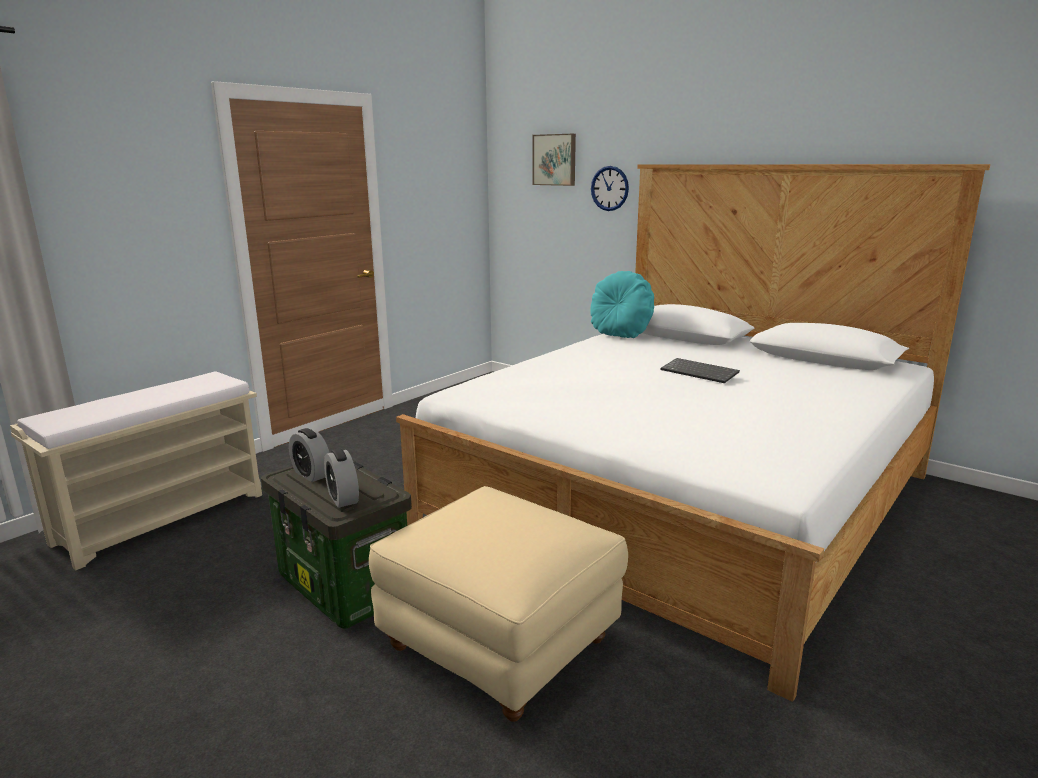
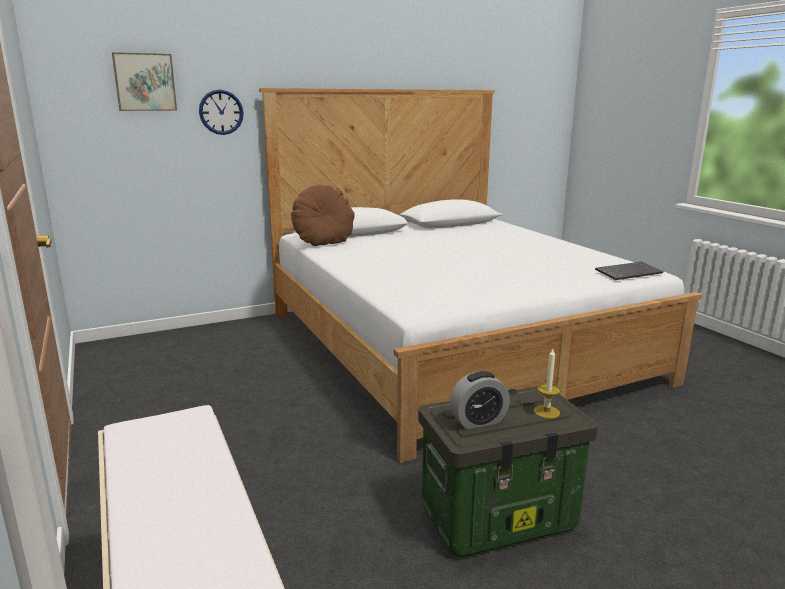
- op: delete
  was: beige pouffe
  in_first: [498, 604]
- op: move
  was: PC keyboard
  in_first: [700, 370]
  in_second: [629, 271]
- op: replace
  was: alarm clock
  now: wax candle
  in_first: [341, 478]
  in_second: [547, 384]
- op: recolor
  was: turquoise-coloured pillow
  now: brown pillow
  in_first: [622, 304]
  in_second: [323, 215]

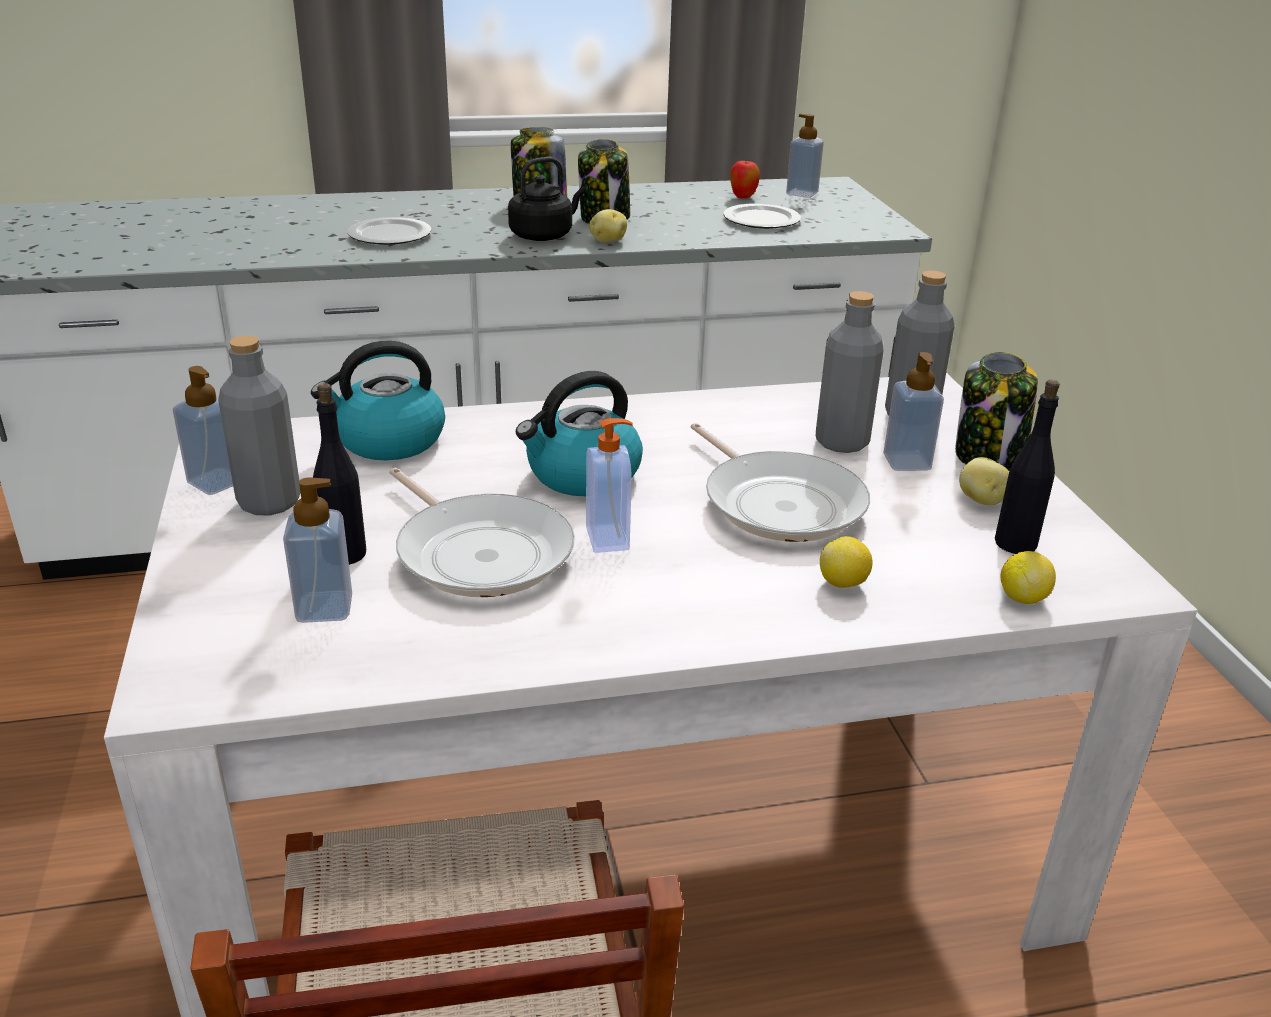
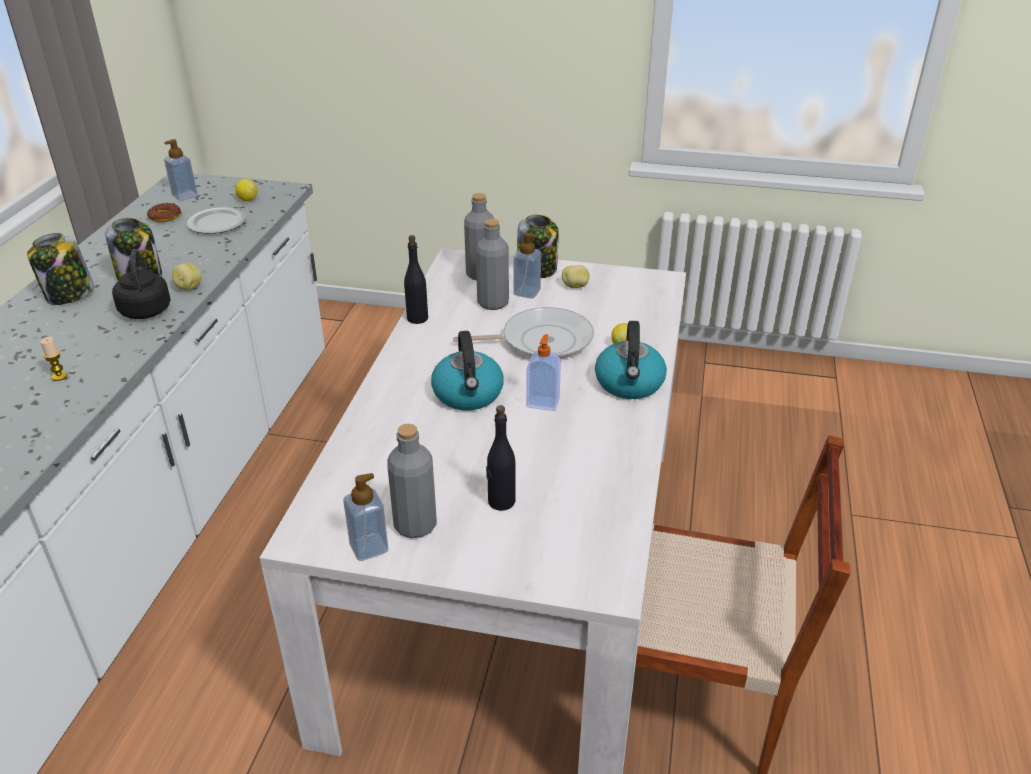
- op: delete
  was: soap dispenser
  in_first: [317, 550]
- op: delete
  was: pan
  in_first: [482, 532]
- op: move
  was: kettle
  in_first: [378, 400]
  in_second: [631, 360]
- op: move
  was: blackish drink bottle
  in_first: [1027, 467]
  in_second: [416, 279]
- op: move
  was: whole lemon
  in_first: [1028, 577]
  in_second: [246, 190]
- op: replace
  was: flat dish
  now: wax candle
  in_first: [389, 231]
  in_second: [54, 359]
- op: replace
  was: apple fruit
  now: ring doughnut
  in_first: [745, 178]
  in_second: [164, 212]

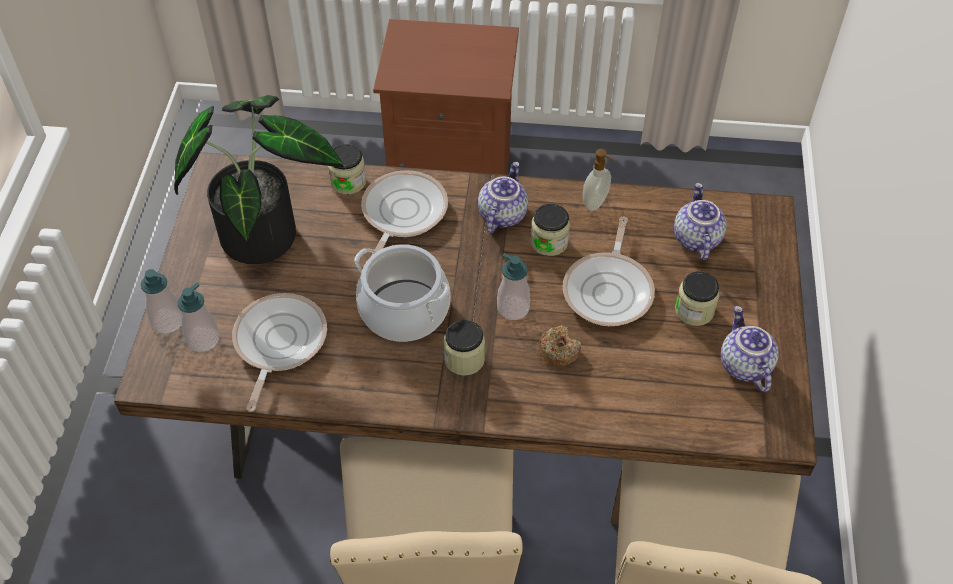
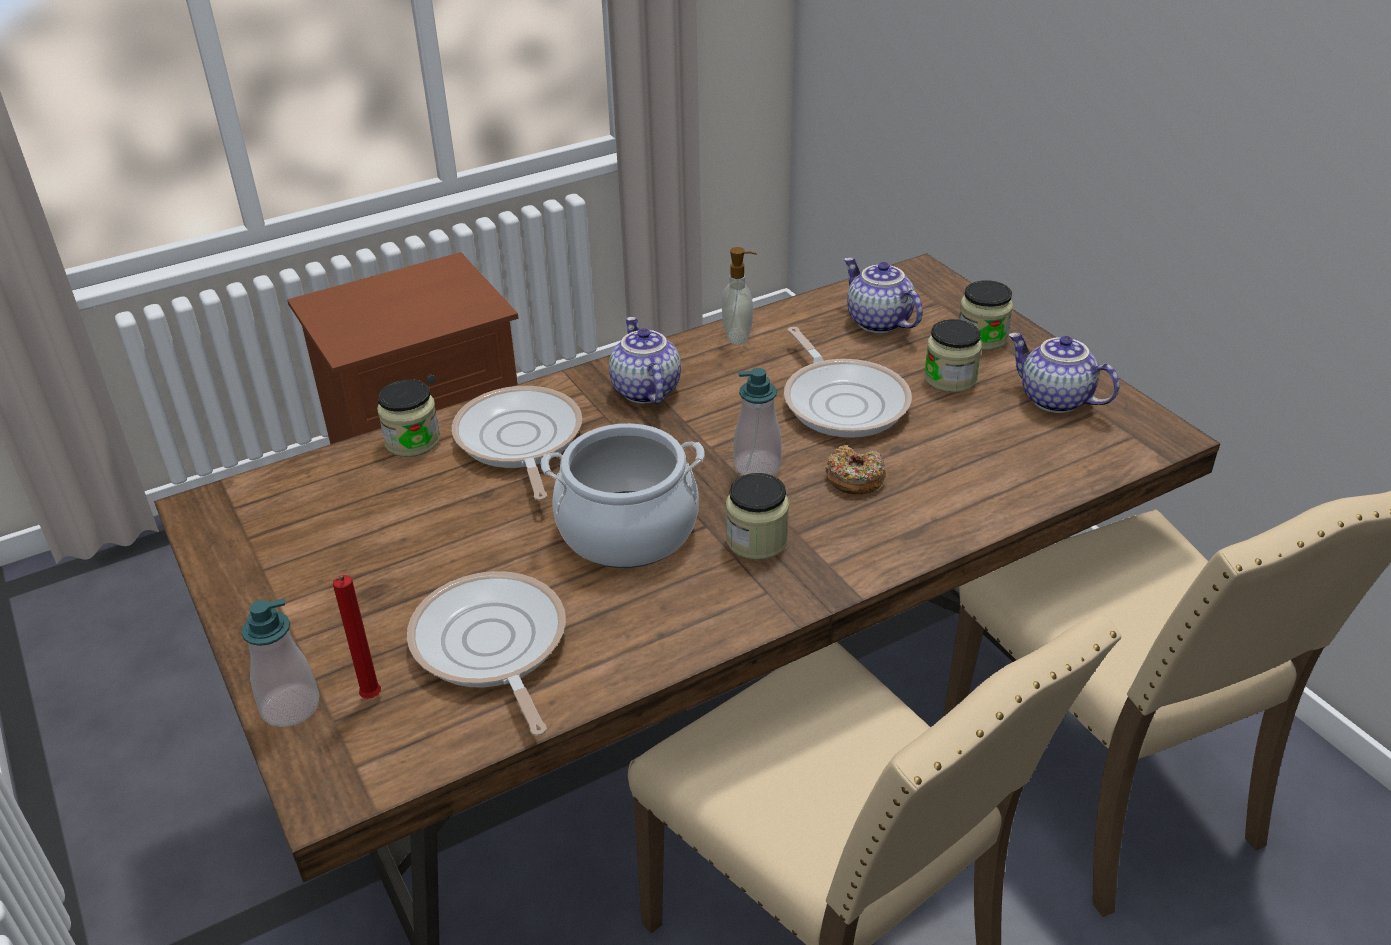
- op: delete
  was: plant in a pot
  in_first: [259, 179]
- op: move
  was: jar
  in_first: [550, 230]
  in_second: [986, 315]
- op: replace
  was: soap dispenser
  now: reddish wax candle
  in_first: [198, 317]
  in_second: [357, 637]

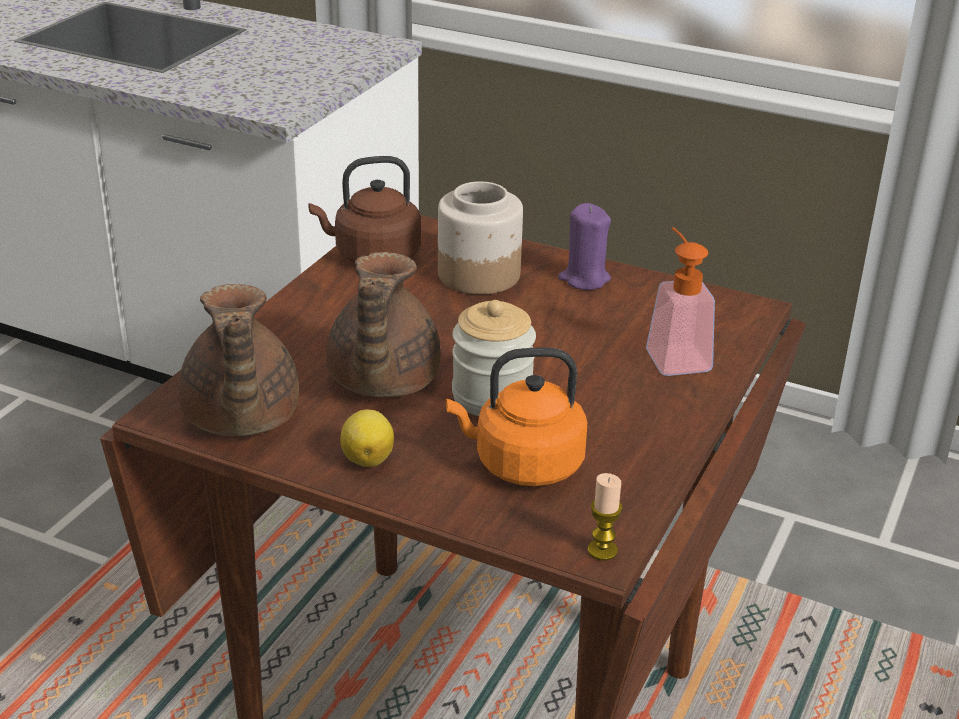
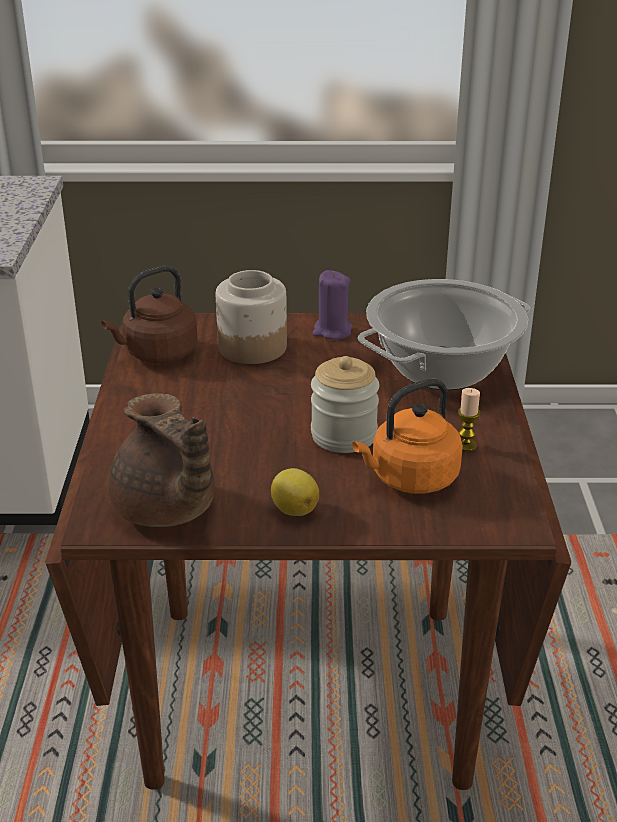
- op: delete
  was: brown pot for tea
  in_first: [383, 324]
- op: move
  was: wax candle
  in_first: [605, 517]
  in_second: [469, 420]
- op: replace
  was: soap dispenser
  now: cooking pot
  in_first: [680, 301]
  in_second: [444, 334]

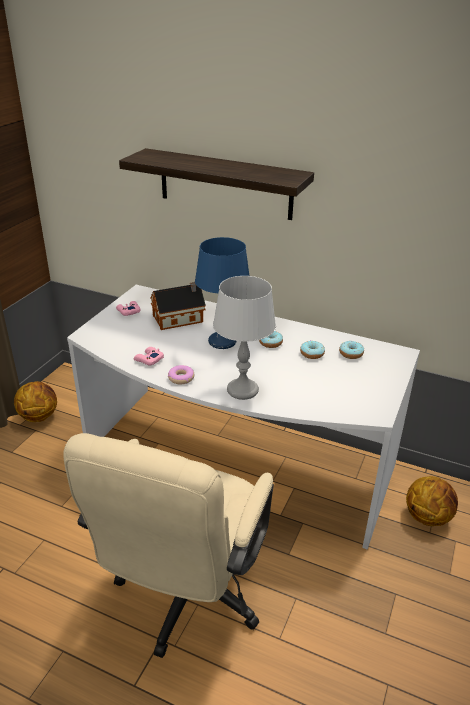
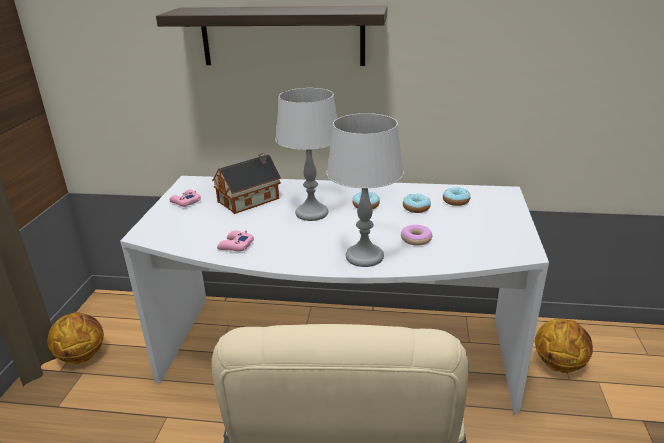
- op: move
  was: ring doughnut
  in_first: [181, 374]
  in_second: [416, 235]
- op: recolor
  was: blue tabletop lamp
  now: greyish tabletop lamp
  in_first: [222, 293]
  in_second: [306, 154]

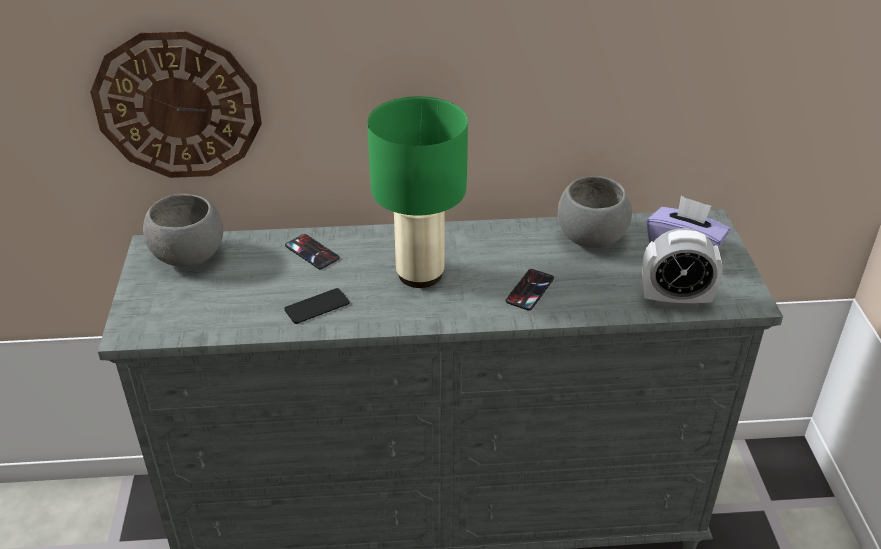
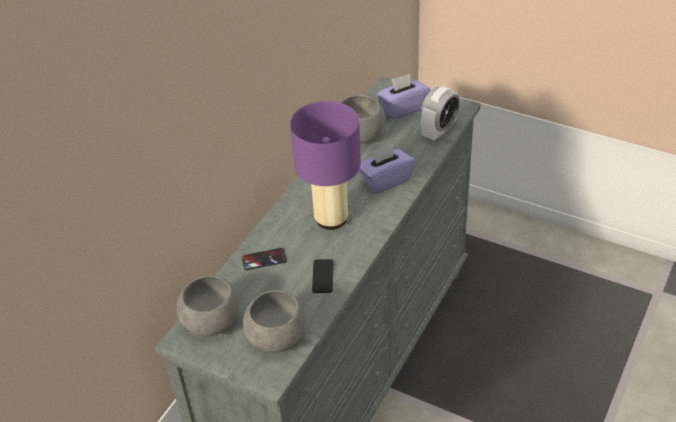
- op: delete
  was: wall clock
  in_first: [176, 104]
- op: insert
  now: greyish deep dish
  in_second: [274, 321]
- op: replace
  was: telephone
  now: purplish tissue holder
  in_first: [530, 290]
  in_second: [386, 169]
- op: recolor
  was: green-coloured tabletop lamp
  now: purplish tabletop lamp
  in_first: [418, 192]
  in_second: [325, 165]

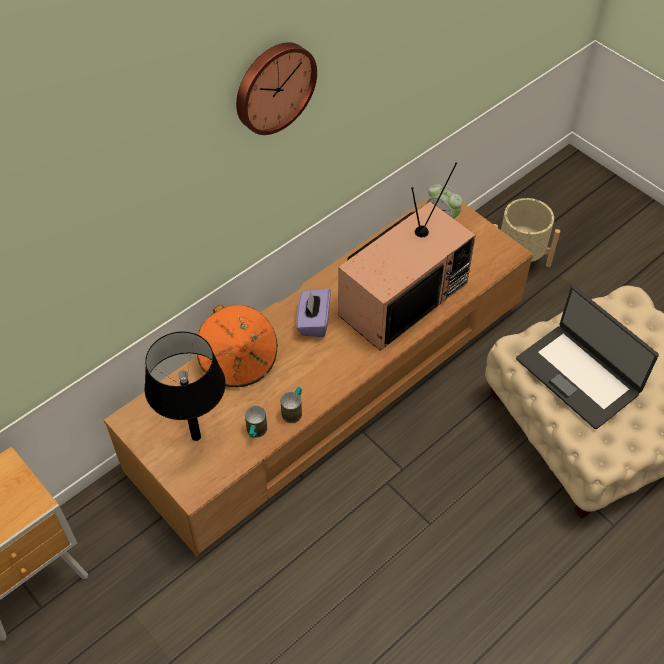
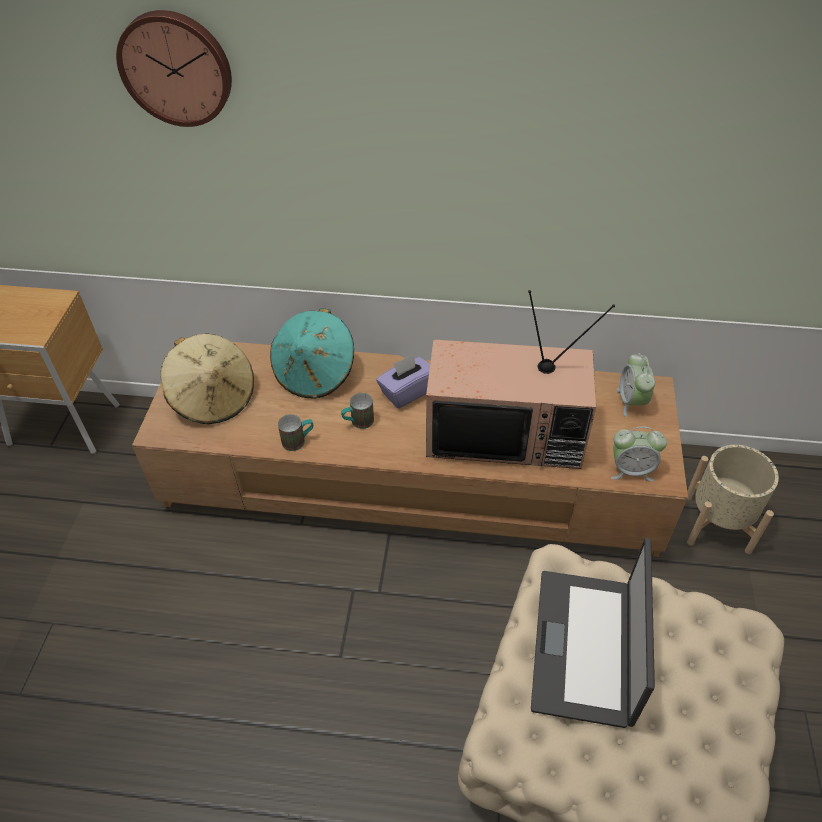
- op: insert
  now: alarm clock
  in_second: [639, 453]
- op: move
  was: wall clock
  in_first: [276, 88]
  in_second: [174, 68]
- op: move
  was: mug
  in_first: [256, 422]
  in_second: [357, 411]
- op: replace
  was: blackish tabletop lamp
  now: beige hat
  in_first: [185, 386]
  in_second: [207, 379]
- op: recolor
  was: orangey hat
  now: turquoise-coloured hat
  in_first: [237, 346]
  in_second: [312, 353]

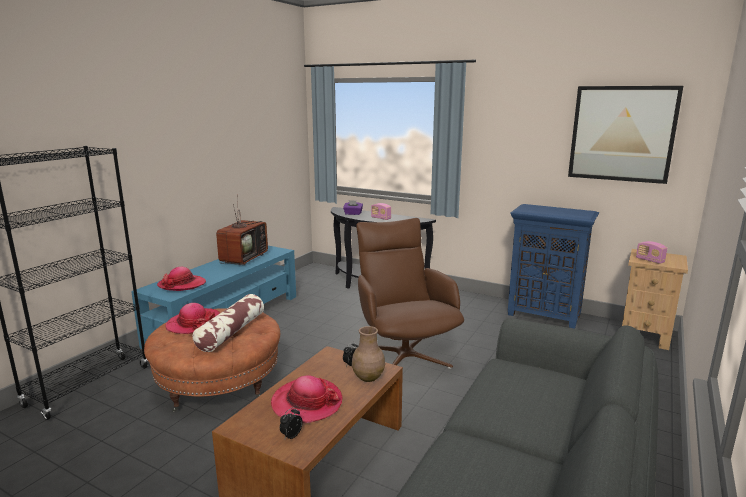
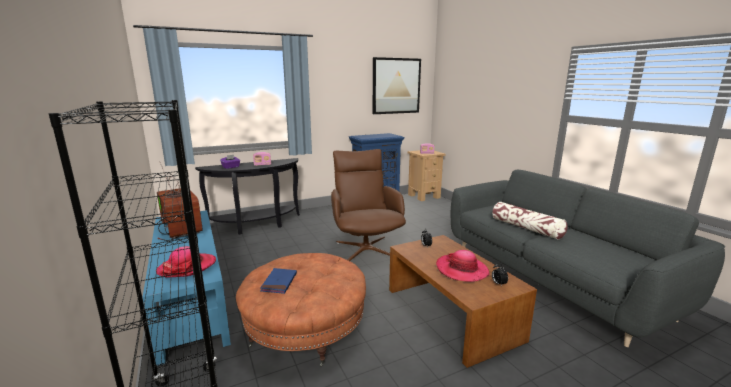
- op: delete
  was: brown vase
  in_first: [368, 354]
- op: move
  was: pillow
  in_first: [228, 323]
  in_second: [530, 221]
- op: replace
  was: hat
  now: blue volume
  in_first: [192, 318]
  in_second: [278, 281]
- op: rotate
  was: brown armchair
  in_first: [410, 293]
  in_second: [368, 205]
  clockwise: 60

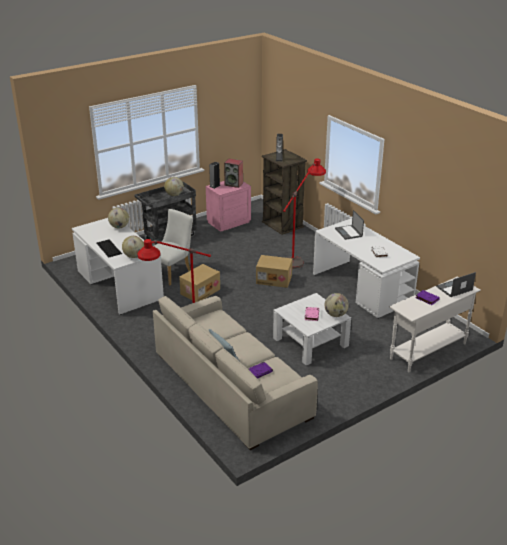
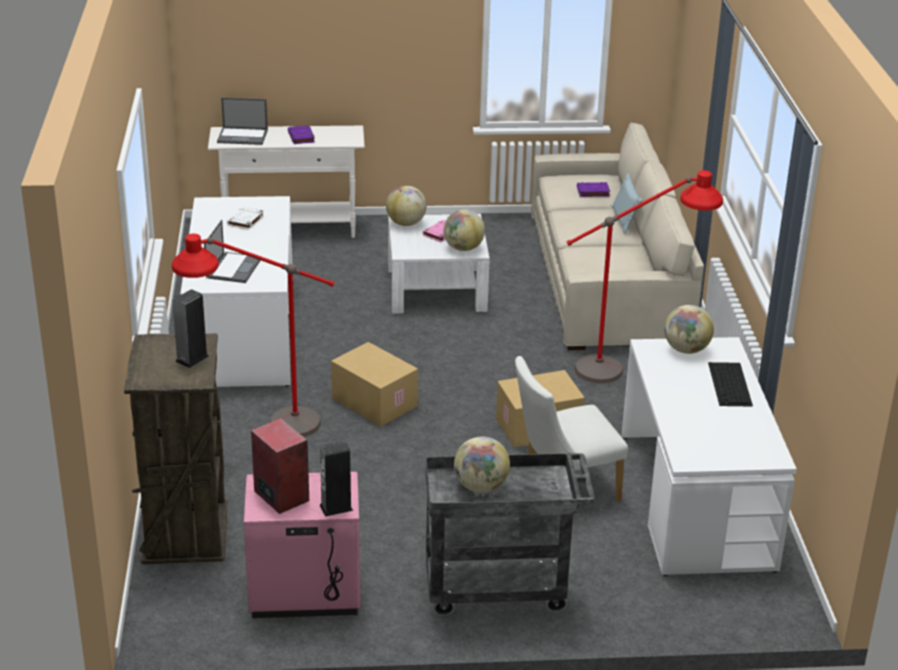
- op: move
  was: desk globe
  in_first: [118, 218]
  in_second: [464, 230]

